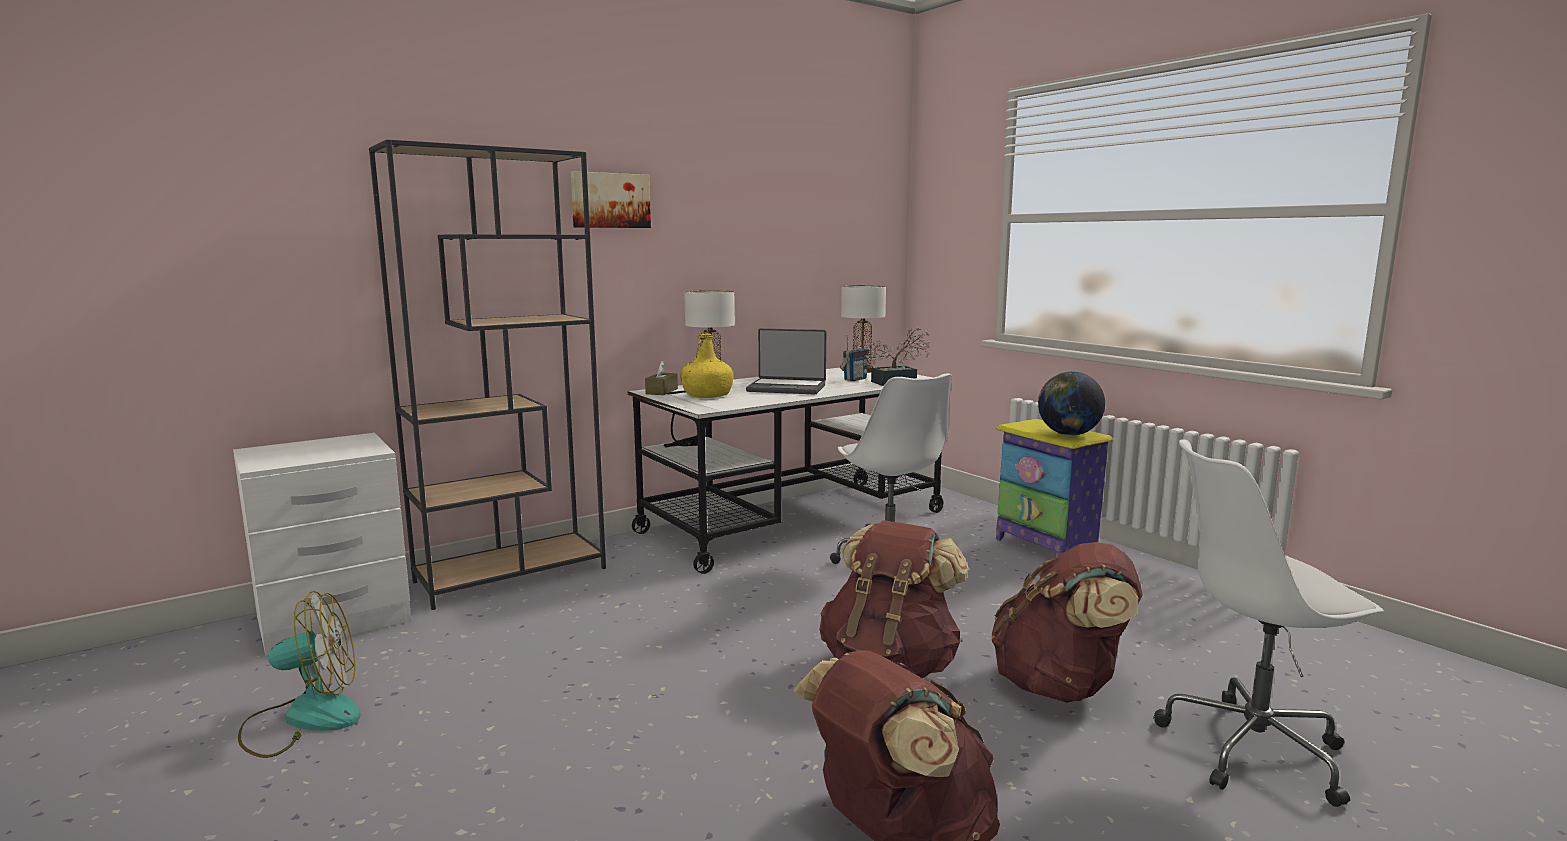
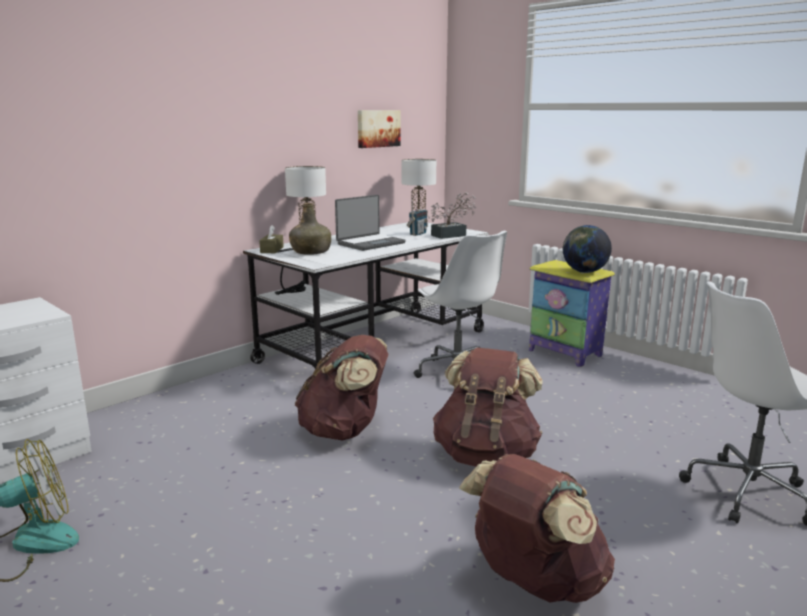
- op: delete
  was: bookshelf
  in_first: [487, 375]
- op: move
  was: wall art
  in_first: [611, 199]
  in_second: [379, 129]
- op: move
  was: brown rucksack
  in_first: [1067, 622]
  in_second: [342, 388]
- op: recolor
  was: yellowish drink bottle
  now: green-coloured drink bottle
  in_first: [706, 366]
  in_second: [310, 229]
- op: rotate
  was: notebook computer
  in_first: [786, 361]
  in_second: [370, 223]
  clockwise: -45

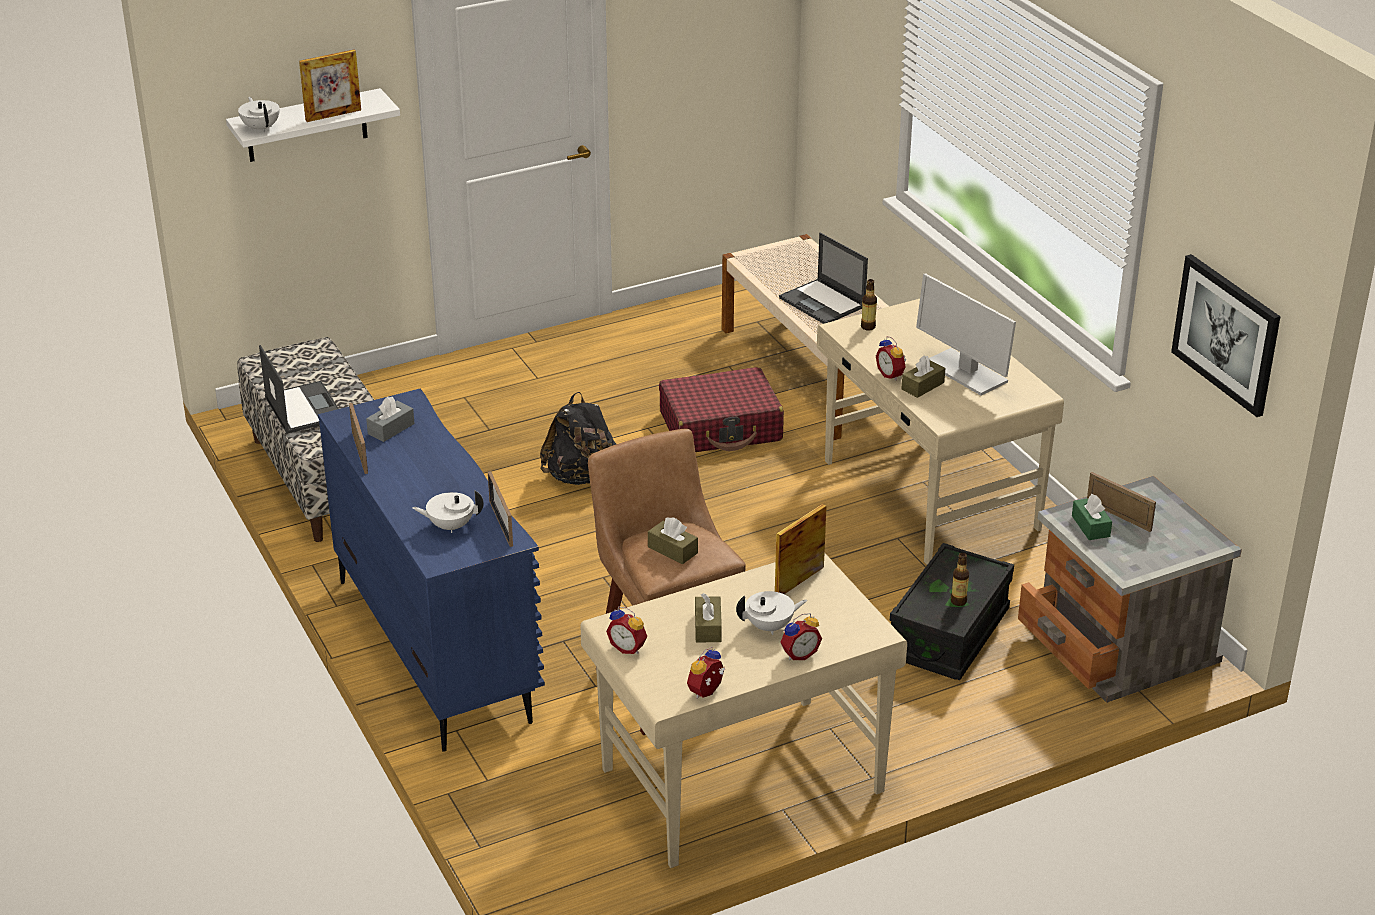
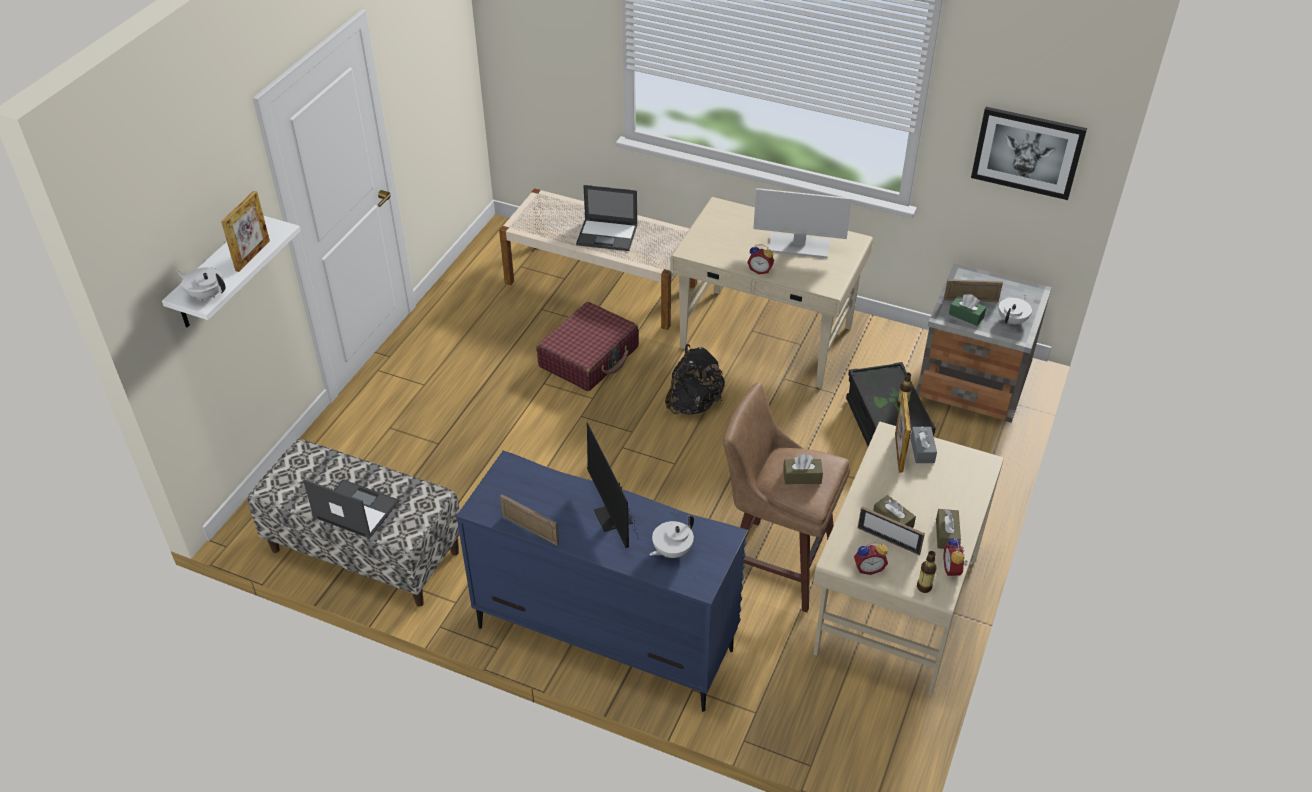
- op: delete
  was: alarm clock
  in_first: [801, 636]
- op: insert
  now: monitor
  in_second: [614, 485]
- op: move
  was: greyish tissue holder
  in_first: [390, 419]
  in_second: [923, 444]
- op: move
  was: standing frame
  in_first: [500, 509]
  in_second: [891, 530]
- op: move
  was: blackish rucksack
  in_first: [578, 438]
  in_second: [695, 379]
- op: move
  was: whitish pot for tea
  in_first: [771, 613]
  in_second: [1015, 310]
- op: move
  was: drink bottle
  in_first: [869, 304]
  in_second: [926, 572]
- op: move
  was: brown tissue holder
  in_first: [923, 376]
  in_second: [948, 529]

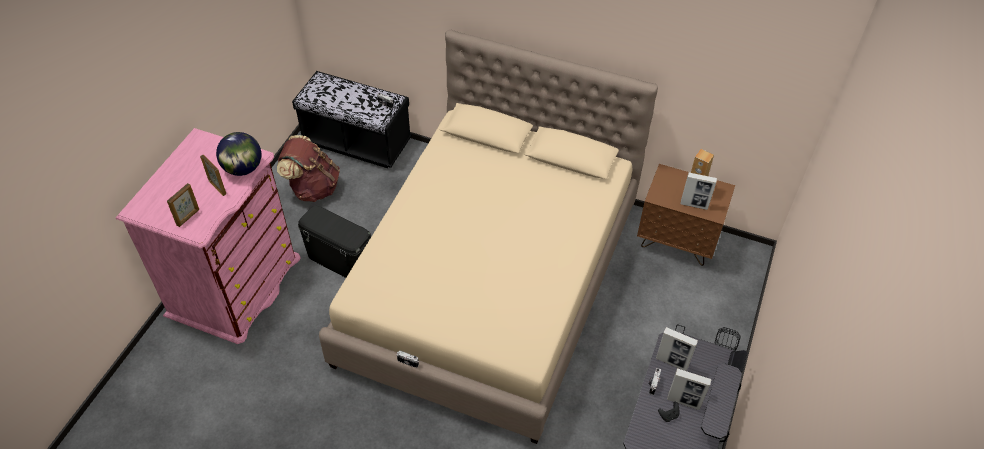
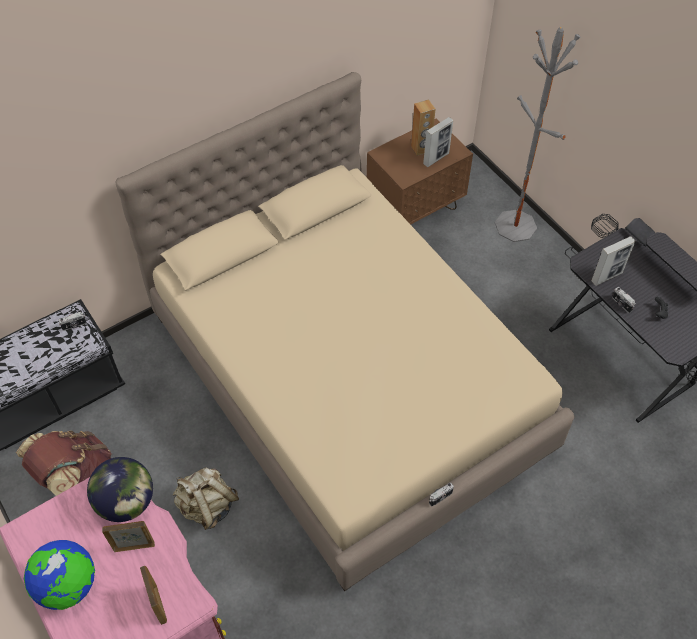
- op: delete
  was: standing frame
  in_first: [689, 389]
- op: insert
  now: desk globe
  in_second: [59, 575]
- op: insert
  now: greyish garment stand
  in_second: [537, 134]
- op: replace
  was: blackish storage bin
  now: beige rucksack
  in_first: [334, 242]
  in_second: [206, 498]

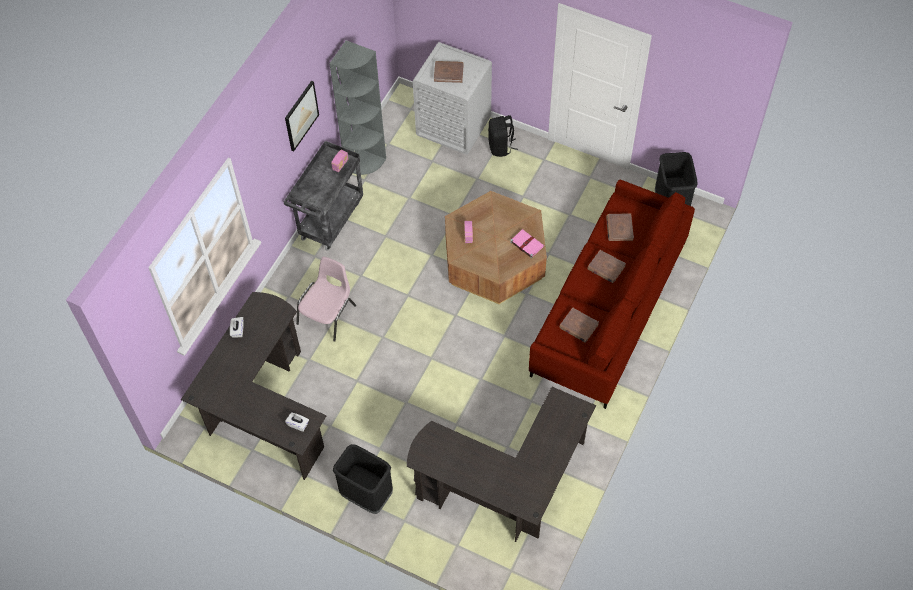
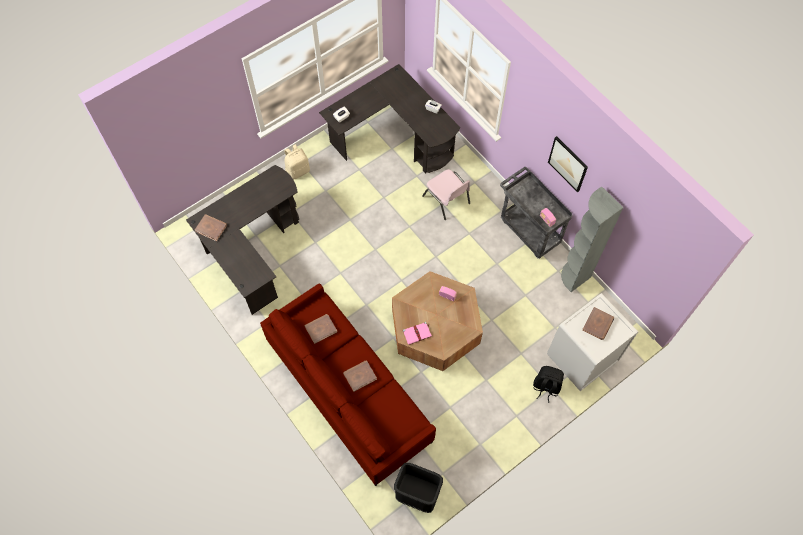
- op: move
  was: brown volume
  in_first: [620, 227]
  in_second: [211, 227]
- op: replace
  was: blackish rubbish bin
  now: beige rucksack
  in_first: [363, 479]
  in_second: [297, 162]

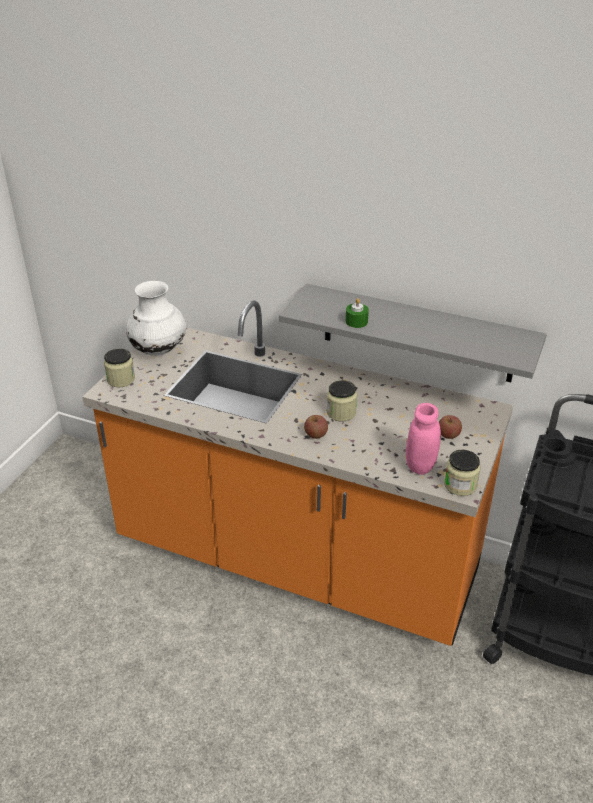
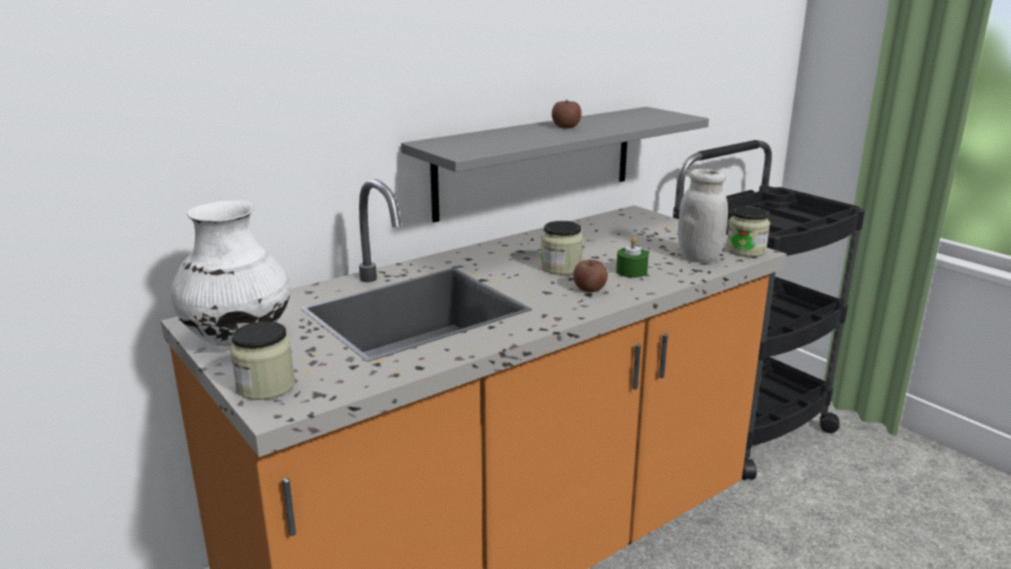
- op: move
  was: green-coloured wax candle
  in_first: [357, 313]
  in_second: [632, 257]
- op: move
  was: apple fruit
  in_first: [450, 427]
  in_second: [567, 113]
- op: recolor
  was: pink jar
  now: whitish jar
  in_first: [423, 439]
  in_second: [703, 215]

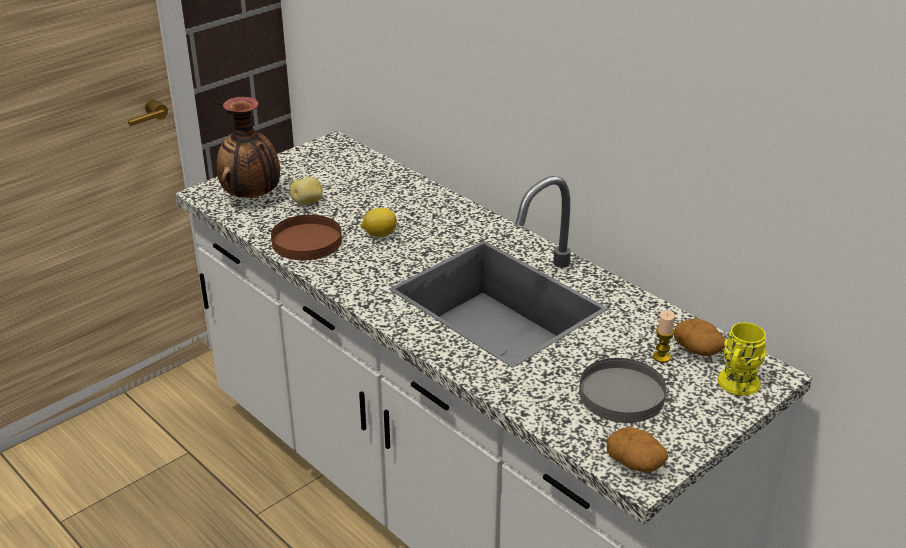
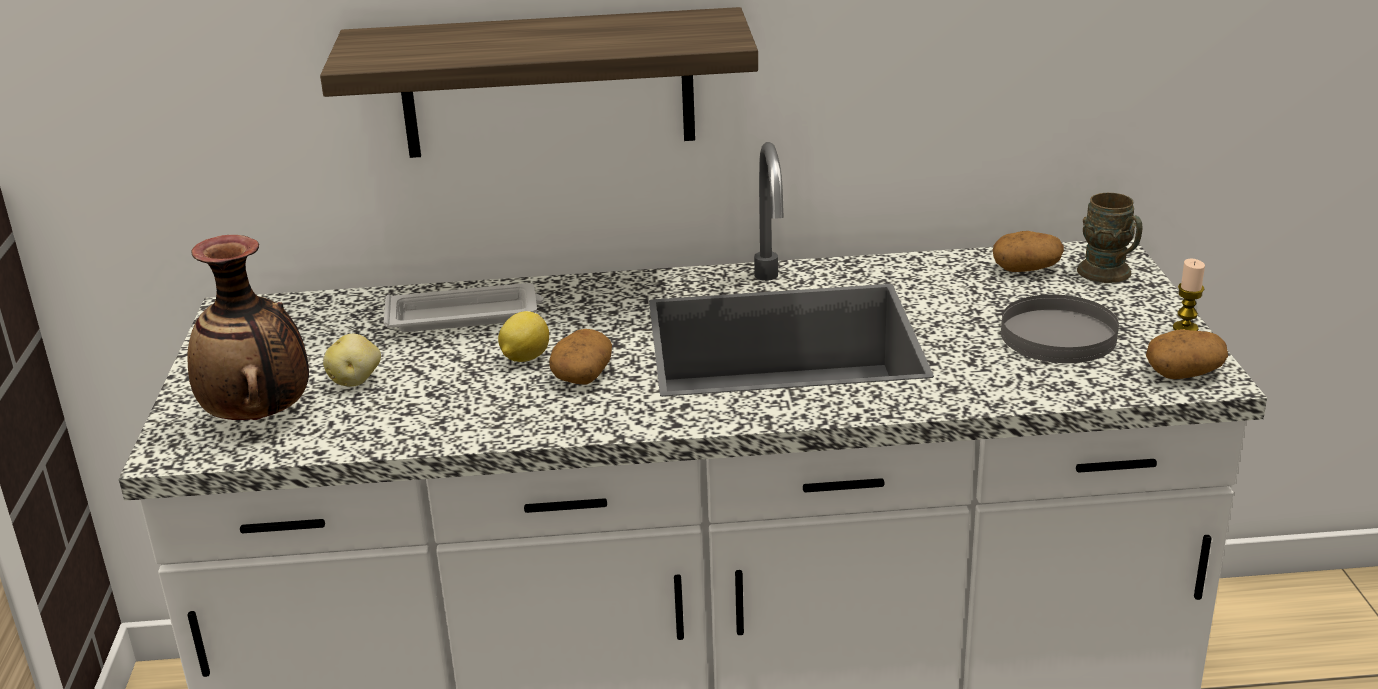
- op: delete
  was: brown flat dish
  in_first: [306, 237]
- op: insert
  now: bracket shelf
  in_second: [539, 82]
- op: insert
  now: whitish carrying tray
  in_second: [464, 307]
- op: insert
  now: potato
  in_second: [580, 357]
- op: move
  was: wax candle
  in_first: [664, 336]
  in_second: [1189, 295]
- op: recolor
  was: yellowish mug
  now: brown mug
  in_first: [742, 359]
  in_second: [1110, 238]

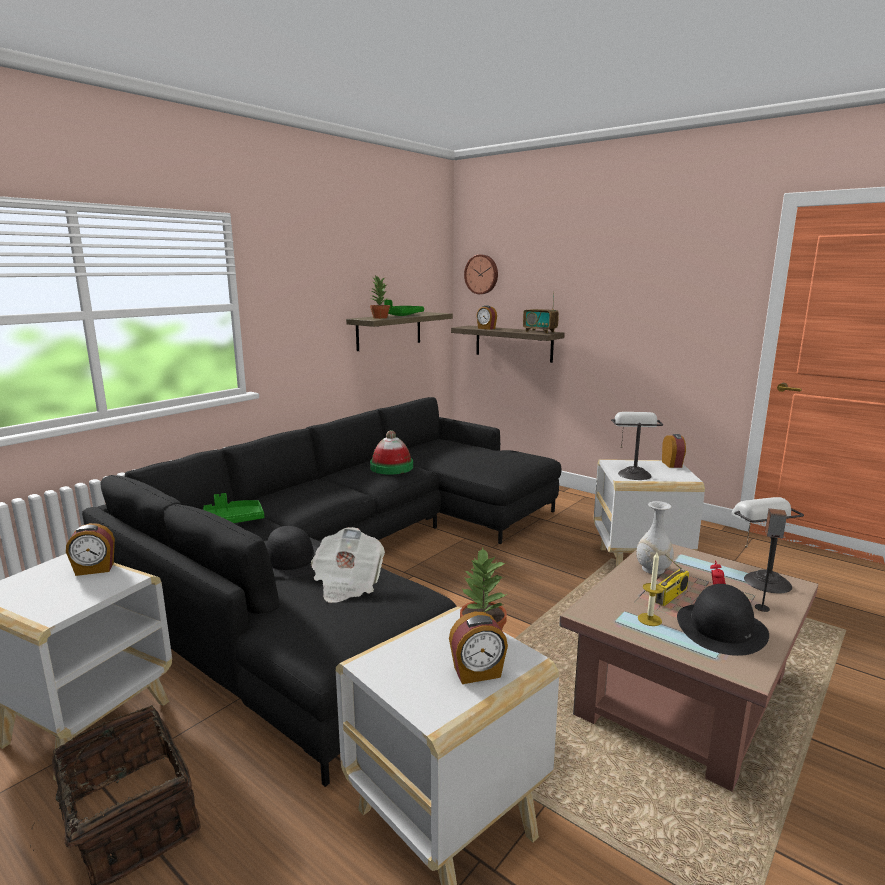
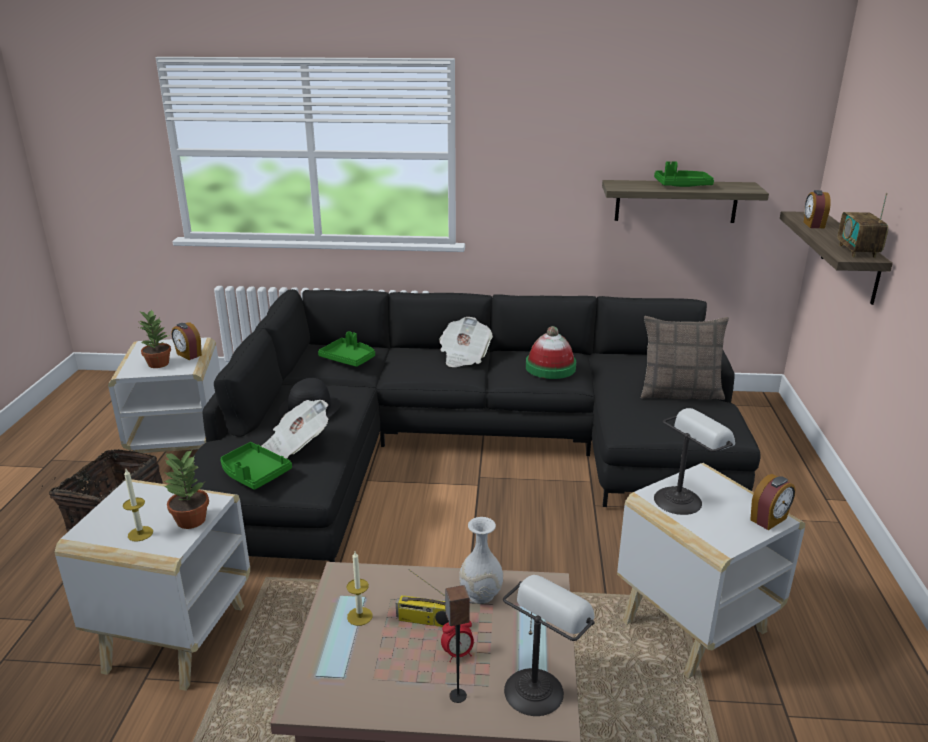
- op: delete
  was: wall clock
  in_first: [481, 274]
- op: delete
  was: blackish hat
  in_first: [723, 620]
- op: insert
  now: green-coloured carrying tray
  in_second: [256, 466]
- op: insert
  now: newspaper
  in_second: [466, 342]
- op: insert
  now: pillow
  in_second: [685, 358]
- op: move
  was: plant in a pot
  in_first: [380, 297]
  in_second: [155, 339]
- op: replace
  was: alarm clock
  now: wax candle
  in_first: [478, 648]
  in_second: [138, 505]

